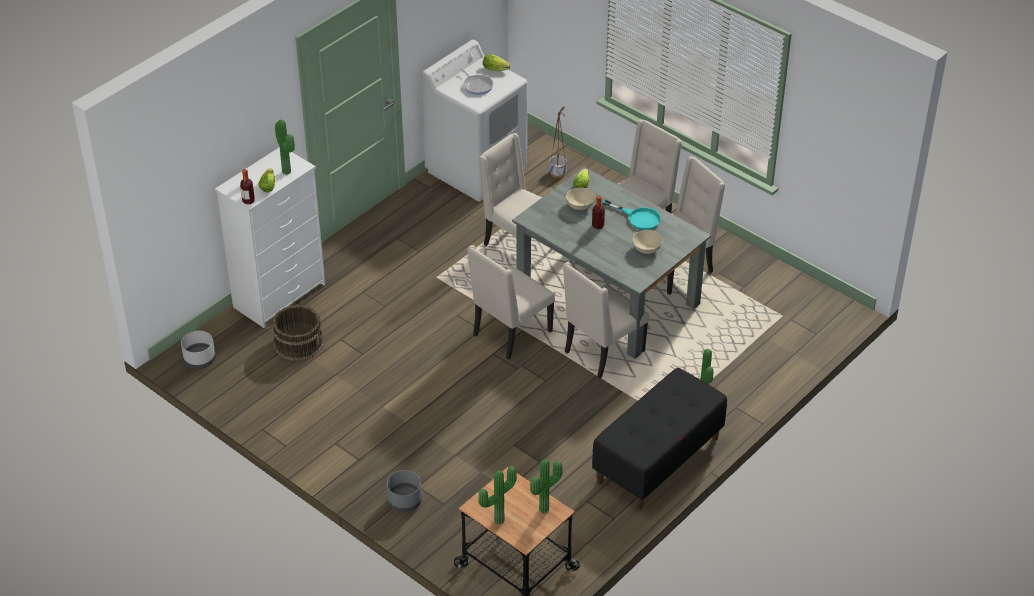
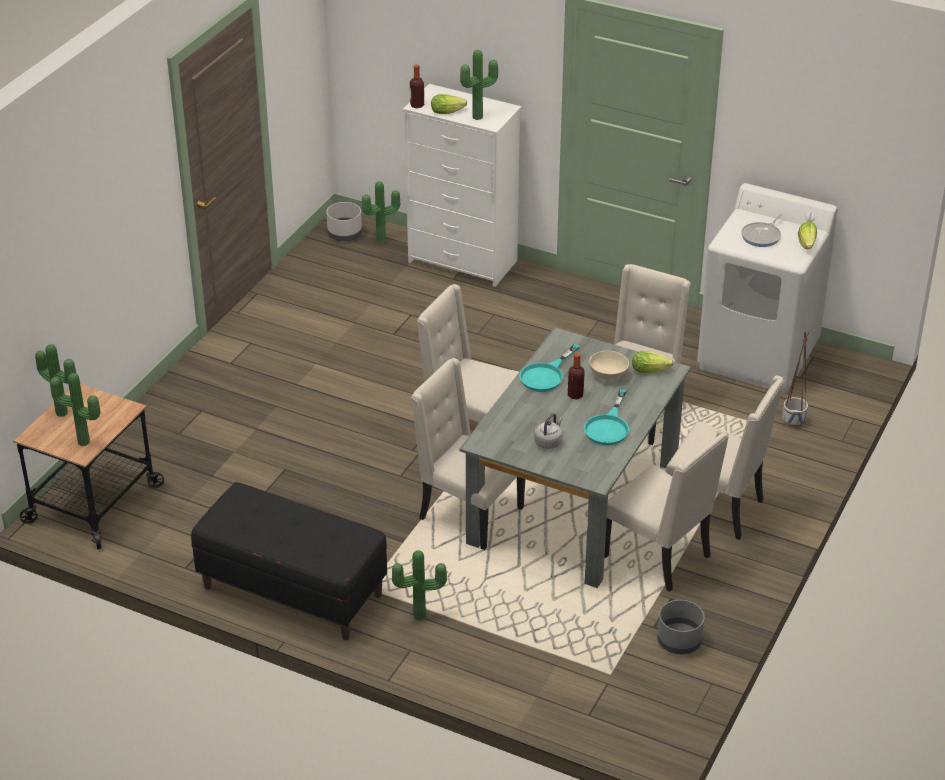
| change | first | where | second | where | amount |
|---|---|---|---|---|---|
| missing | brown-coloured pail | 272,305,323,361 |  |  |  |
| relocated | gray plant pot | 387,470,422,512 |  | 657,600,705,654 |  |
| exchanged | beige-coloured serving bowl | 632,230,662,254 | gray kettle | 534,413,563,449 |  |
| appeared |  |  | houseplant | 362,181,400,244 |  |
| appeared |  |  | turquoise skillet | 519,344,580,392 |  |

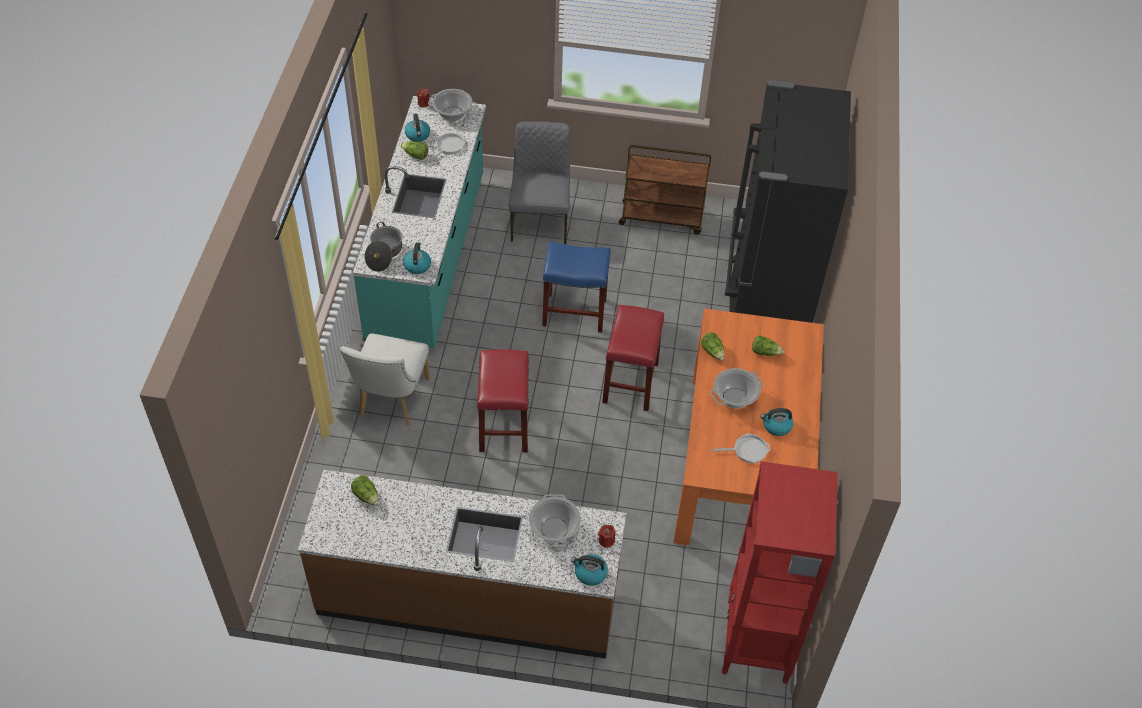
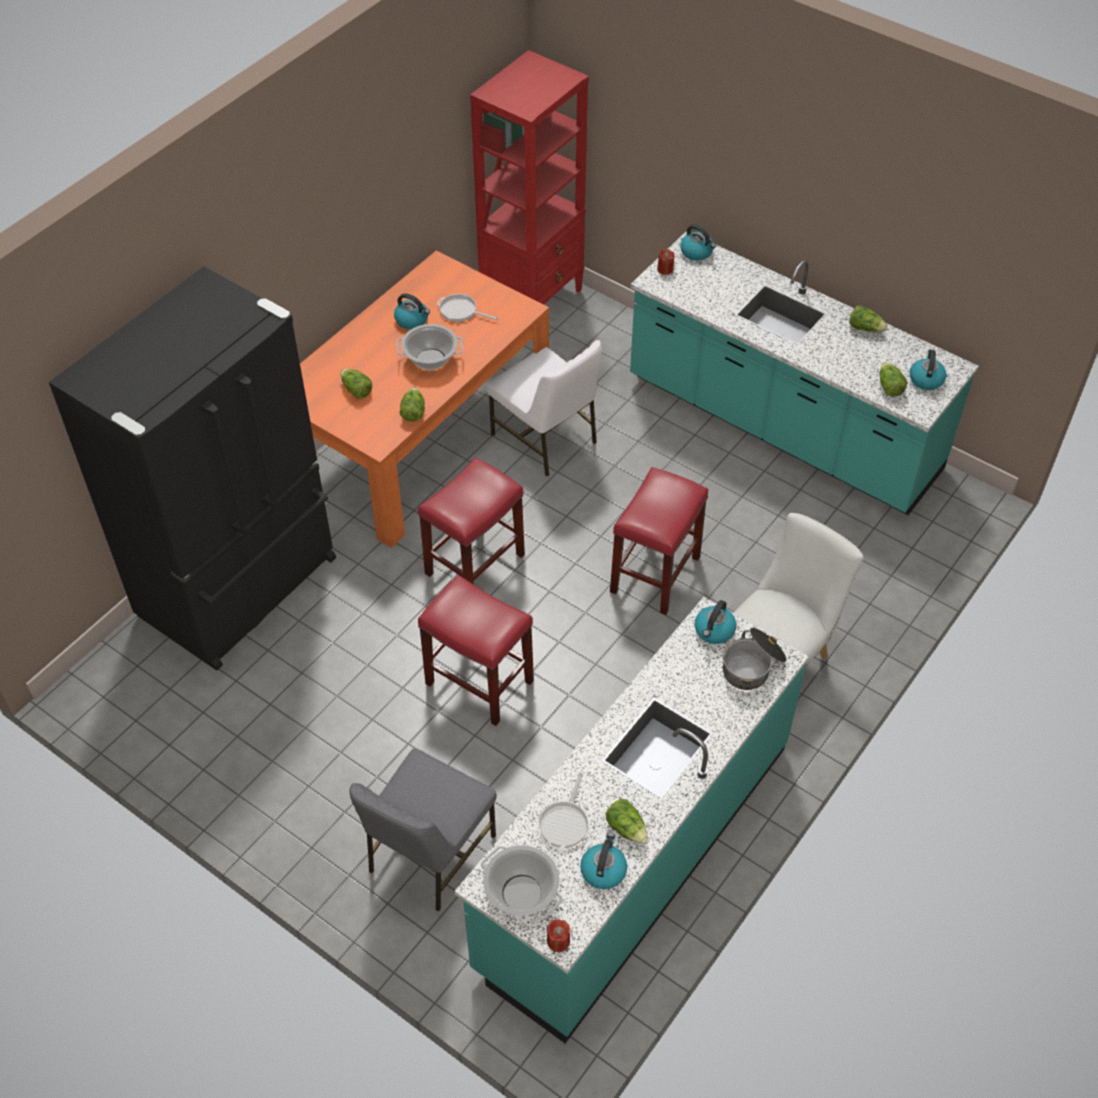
| change | first | where | second | where | amount |
|---|---|---|---|---|---|
| colour | brown-coloured kitchen counter | 298,470,626,659 | turquoise kitchen counter | 630,231,979,515 |  |
| spun | skillet | 429,133,465,163 |  | 538,773,589,850 | 45 degrees counterclockwise |
| missing | cooking pot | 529,494,581,547 |  |  |  |
| colour | blue-coloured stool | 542,242,611,333 | reddish stool | 418,575,534,726 |  |
| missing | brown-coloured wheeled cart | 619,145,711,235 |  |  |  |
| appeared |  |  | white plain chair | 486,340,602,476 |  |
| appeared |  |  | lettuce | 849,305,888,332 |  |
| appeared |  |  | kettle | 910,349,947,390 |  |

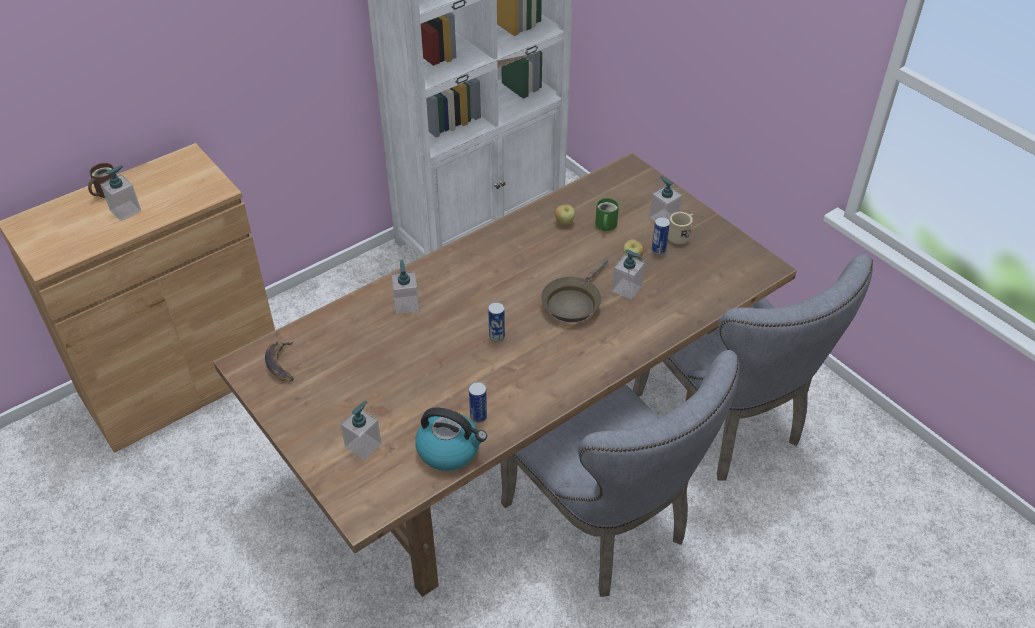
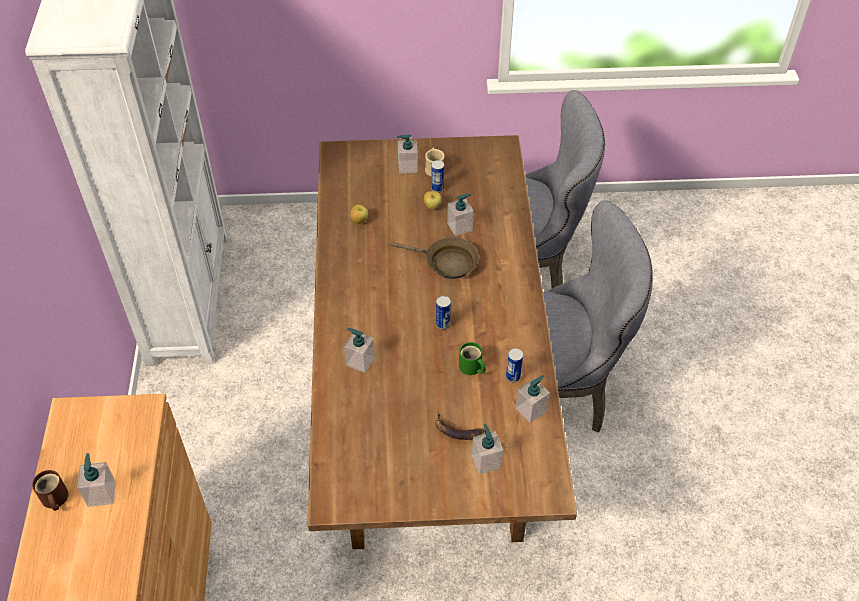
| change | first | where | second | where | amount |
|---|---|---|---|---|---|
| relocated | banana | 265,342,293,382 |  | 435,412,484,440 |  |
| exchanged | kettle | 415,407,487,471 | soap dispenser | 515,375,550,423 |  |
| spun | brown-coloured skillet | 541,258,609,322 |  | 390,237,479,279 | 45 degrees counterclockwise |
| relocated | green-coloured tea mug | 595,198,619,231 |  | 459,342,486,375 |  |

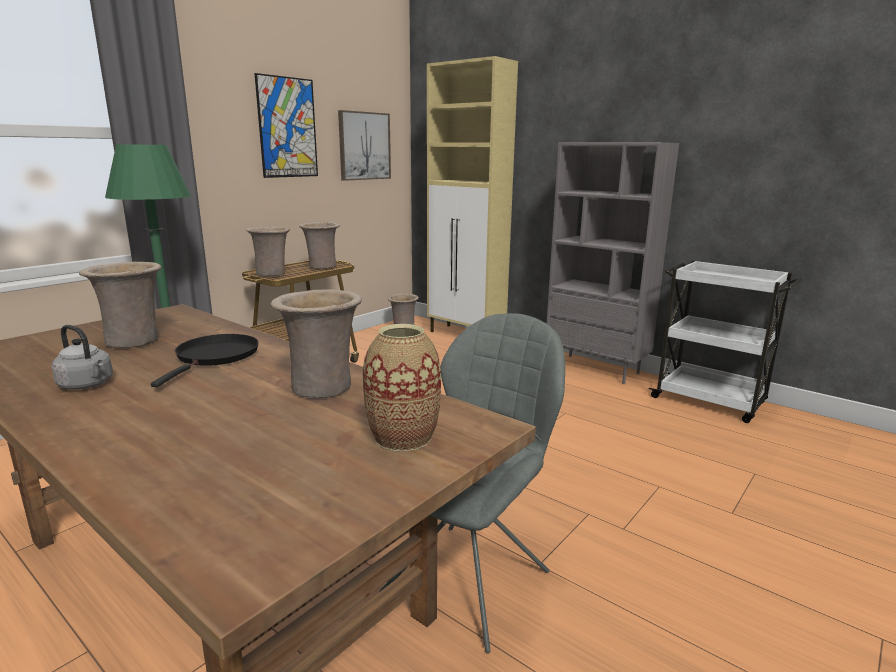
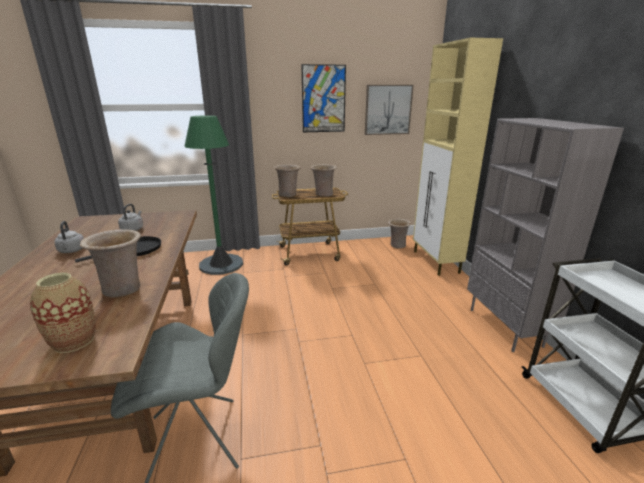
| change | first | where | second | where | amount |
|---|---|---|---|---|---|
| exchanged | beige-coloured flower vase | 79,262,162,348 | gray kettle | 118,204,143,231 |  |

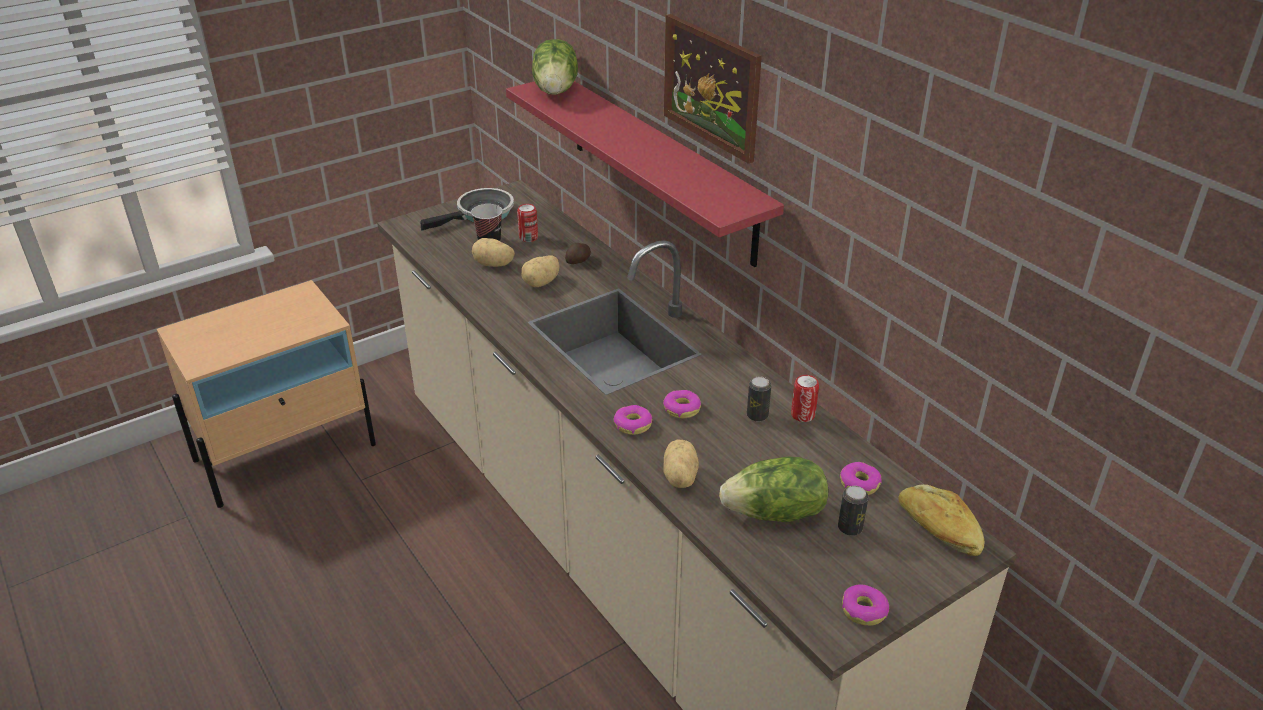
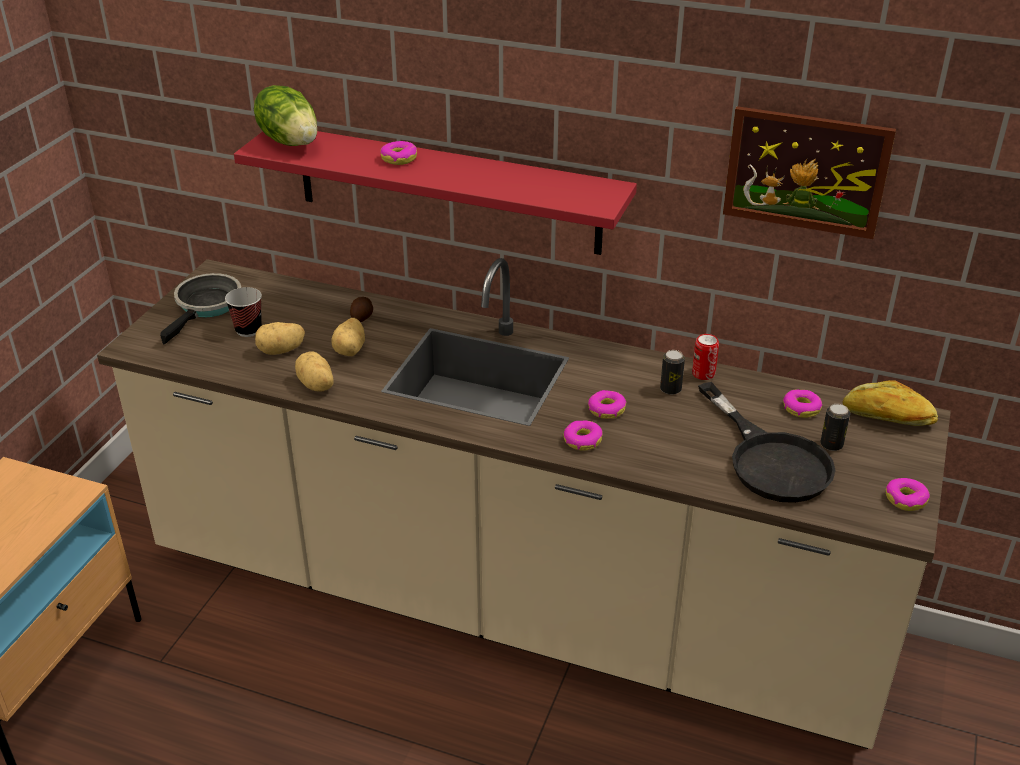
| change | first | where | second | where | amount |
|---|---|---|---|---|---|
| missing | sealed can | 517,204,538,242 |  |  |  |
| relocated | whole potato | 663,439,699,488 |  | 295,352,334,392 |  |
| relocated | wall art | 664,14,762,164 |  | 723,106,896,239 |  |
| exchanged | lettuce | 719,457,828,522 | black-coloured skillet | 698,382,836,503 |  |
| appeared |  |  | doughnut | 380,141,417,165 |  |

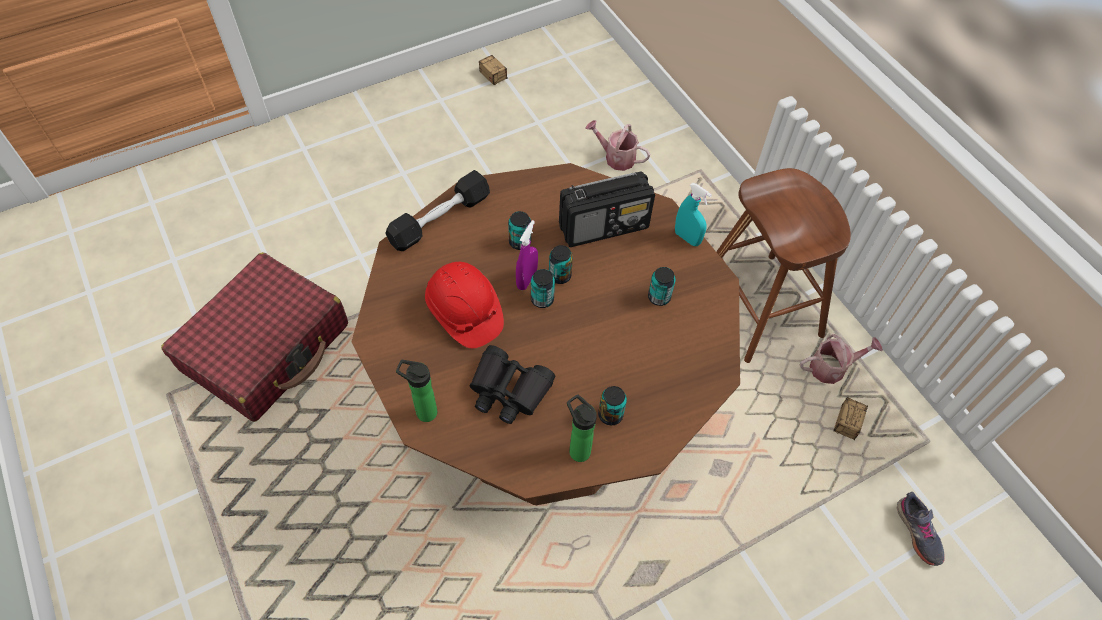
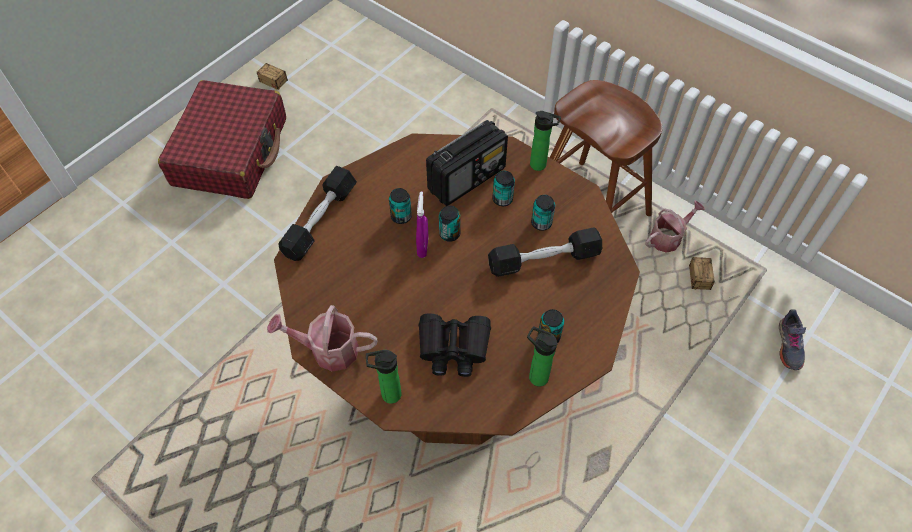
| change | first | where | second | where | amount |
|---|---|---|---|---|---|
| relocated | reddish piece of luggage | 161,252,348,422 |  | 158,80,286,199 |  |
| missing | reddish hard hat | 425,262,504,348 |  |  |  |
| relocated | sealed can | 531,269,555,308 |  | 493,171,515,206 |  |
| relocated | sprinkling can | 585,120,650,171 |  | 267,305,377,372 |  |
| exchanged | turquoise sprayer | 675,183,712,246 | drink bottle | 530,111,561,171 |  |
| spun | gray item of footwear | 897,492,945,566 |  | 779,310,806,370 | 45 degrees clockwise |
| appeared |  |  | black-coloured hand weight | 488,227,602,277 |  |

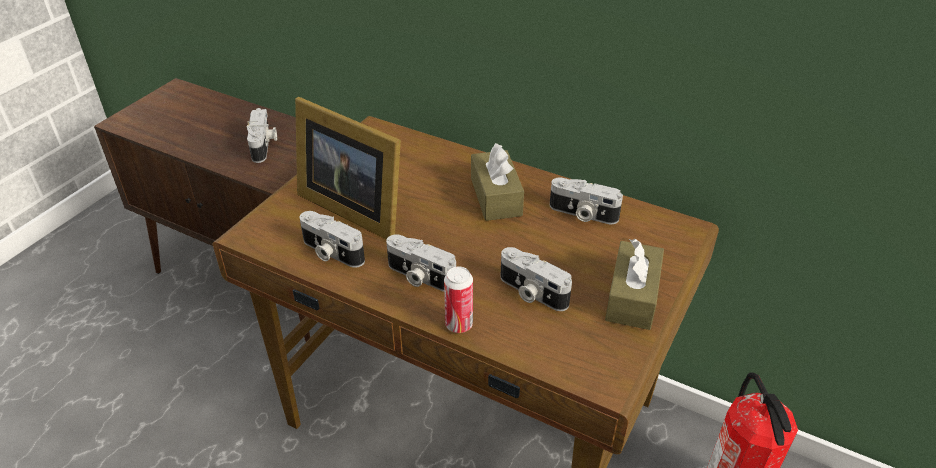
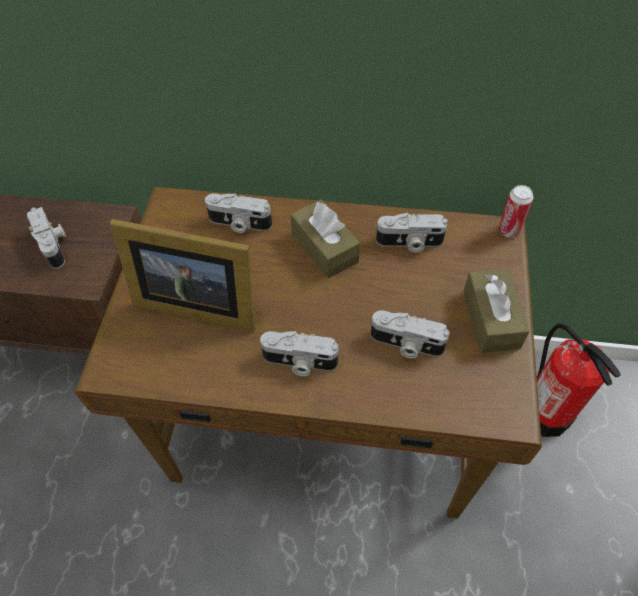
| change | first | where | second | where | amount |
|---|---|---|---|---|---|
| relocated | still camera | 299,211,365,268 |  | 205,193,272,233 |  |
| relocated | sealed can | 444,266,473,333 |  | 498,185,533,238 |  |

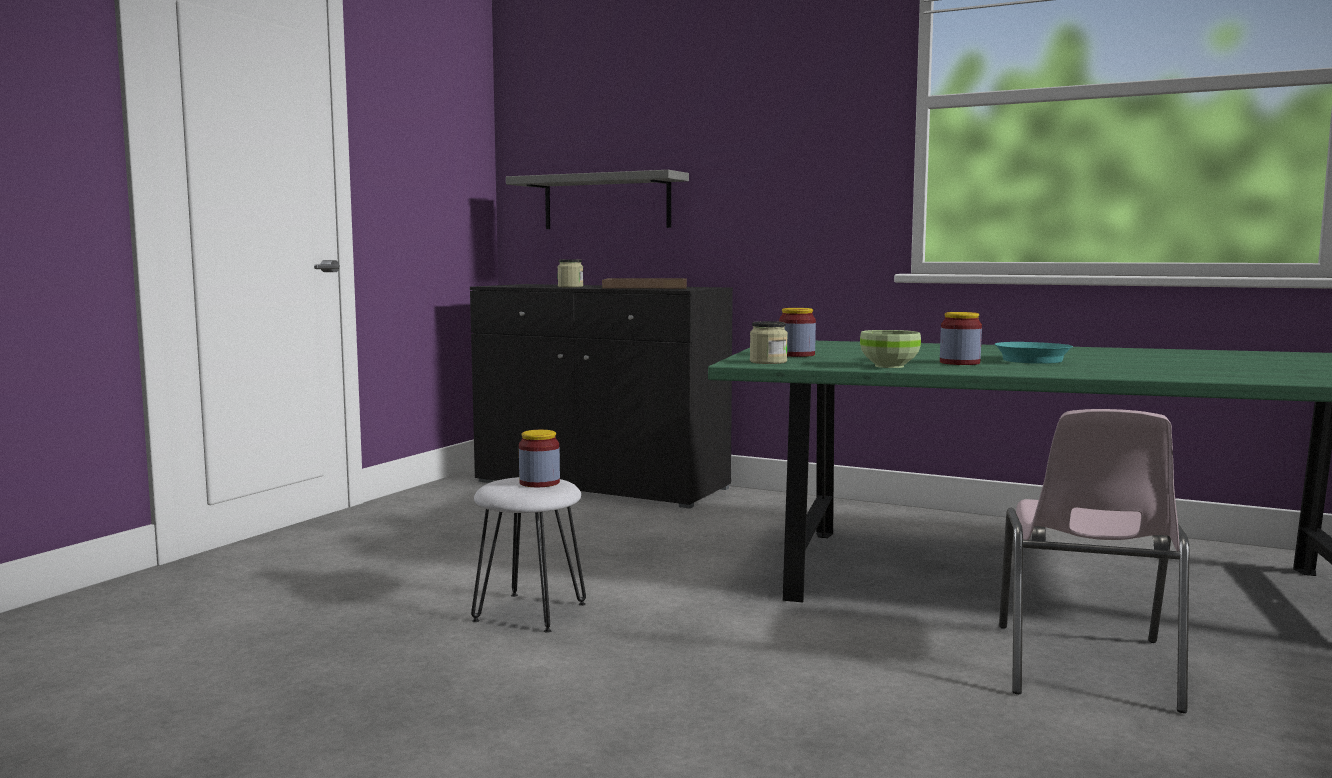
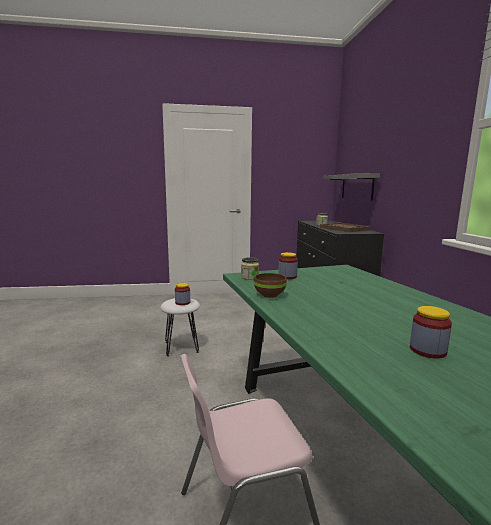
| change | first | where | second | where | amount |
|---|---|---|---|---|---|
| colour | green-coloured serving bowl | 860,330,921,368 | brown-coloured serving bowl | 254,273,287,298 |  |
| relocated | storage jar | 940,312,982,365 |  | 410,306,452,358 |  |
| missing | turquoise skillet | 995,342,1073,364 |  |  |  |

